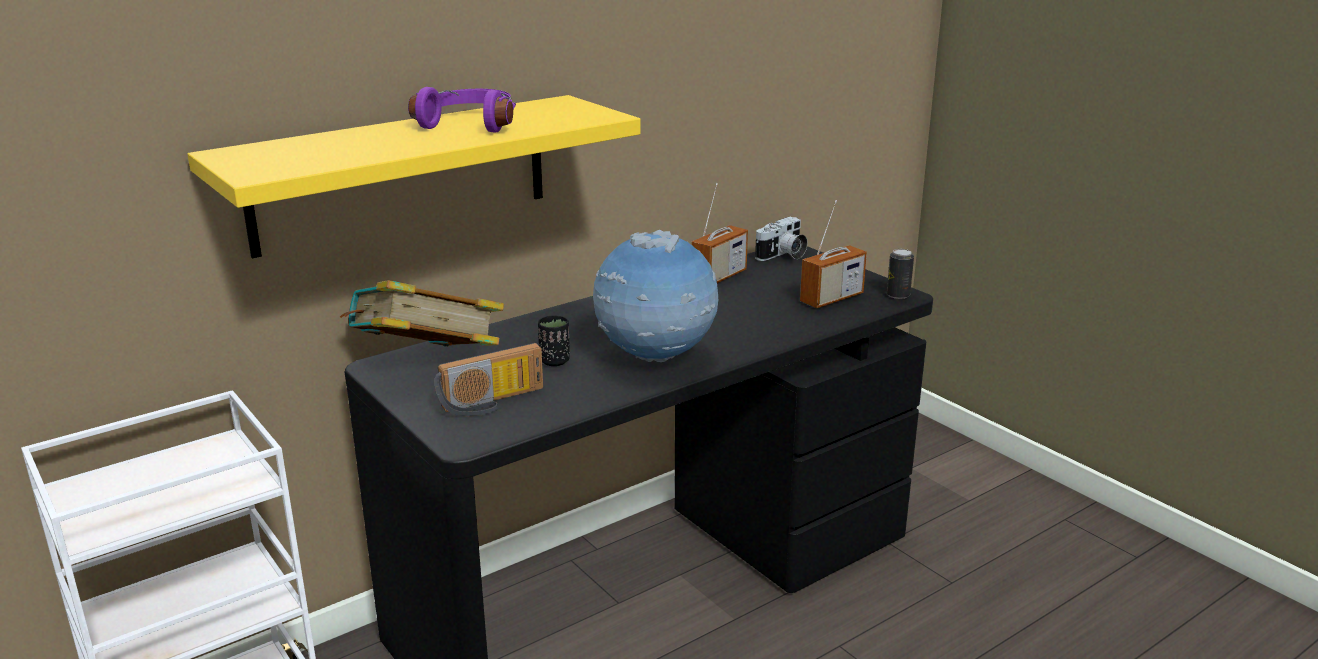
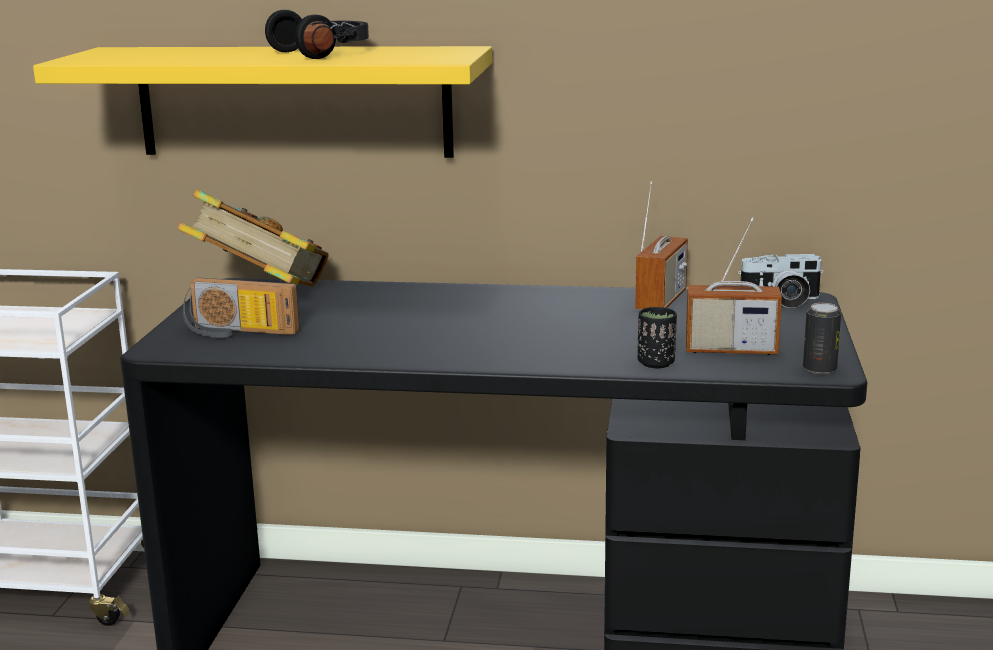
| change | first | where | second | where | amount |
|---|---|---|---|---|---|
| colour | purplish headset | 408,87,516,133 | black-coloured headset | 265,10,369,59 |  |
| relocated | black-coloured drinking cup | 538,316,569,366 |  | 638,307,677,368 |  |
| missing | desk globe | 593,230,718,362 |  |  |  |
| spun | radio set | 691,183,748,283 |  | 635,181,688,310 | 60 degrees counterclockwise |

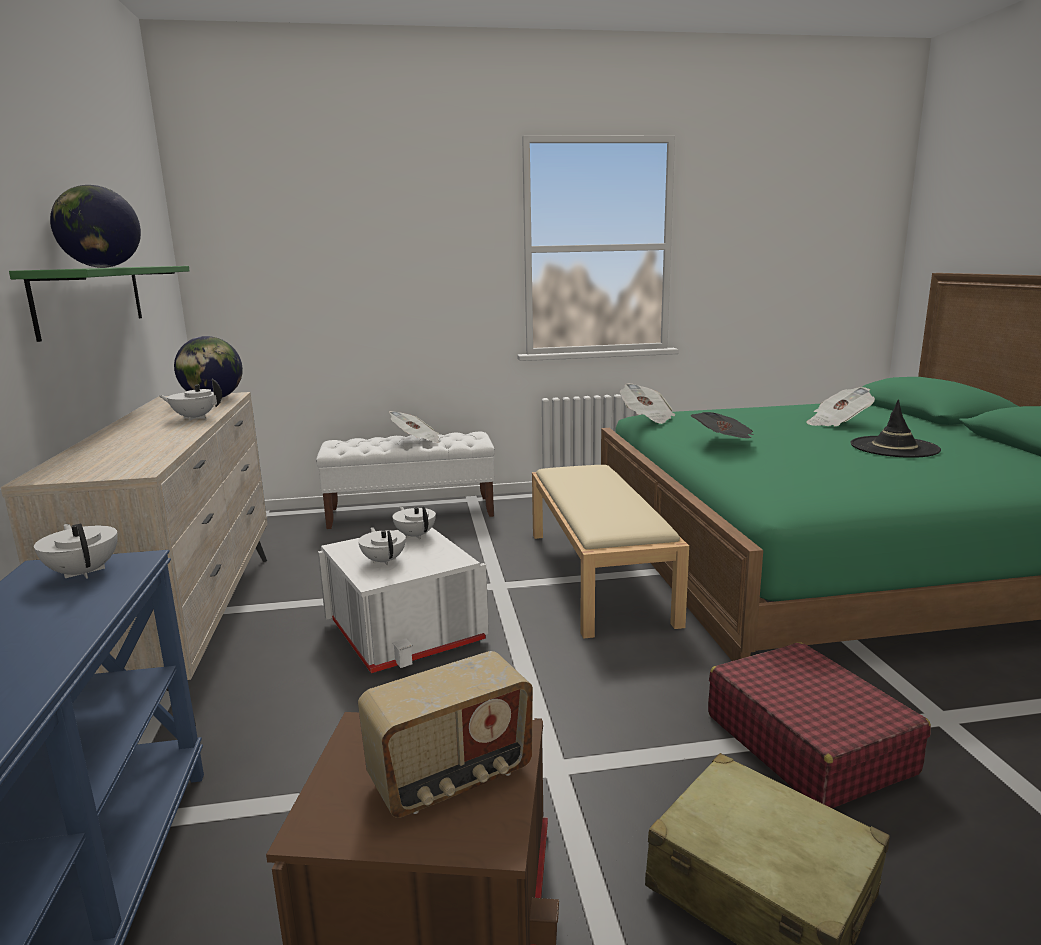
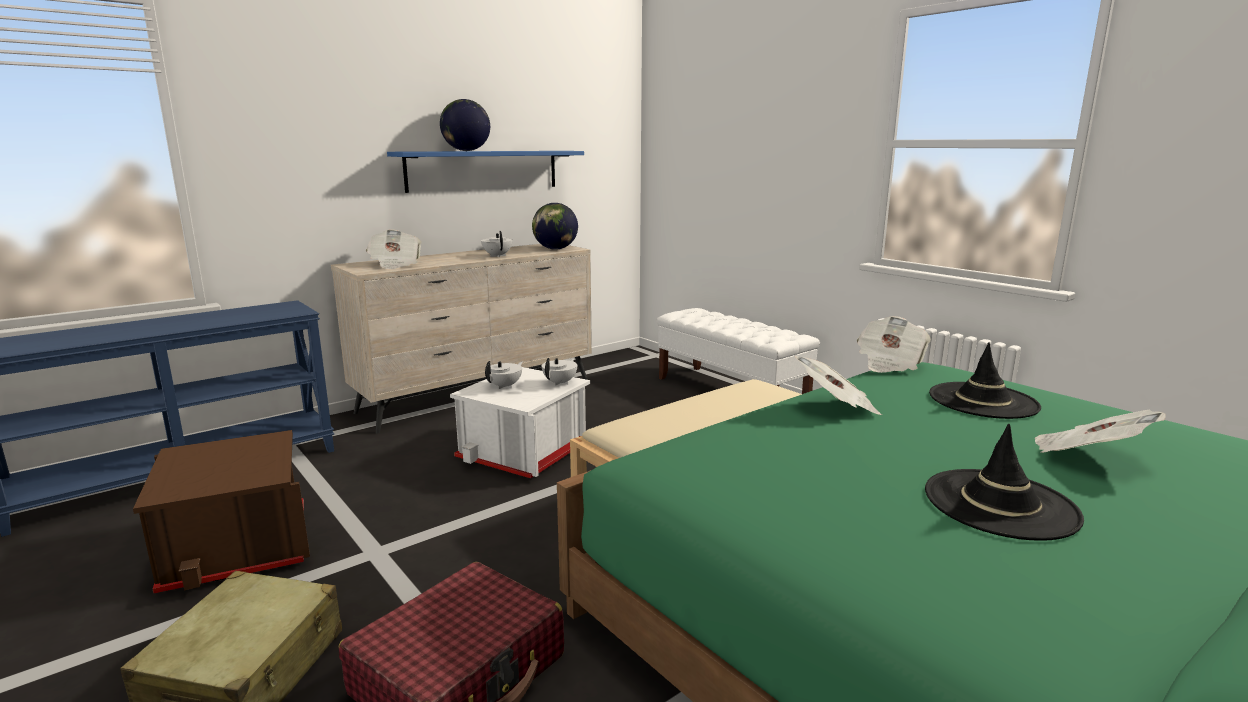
| change | first | where | second | where | amount |
|---|---|---|---|---|---|
| colour | green-coloured bracket shelf | 9,266,190,342 | blue-coloured bracket shelf | 387,151,584,193 |  |
| missing | white tea pot | 34,524,118,579 |  |  |  |
| missing | radio set | 358,651,533,818 |  |  |  |
| relocated | printed paper | 389,411,439,443 |  | 366,229,421,269 |  |
| appeared |  |  | black-coloured hat | 929,343,1041,419 |  |

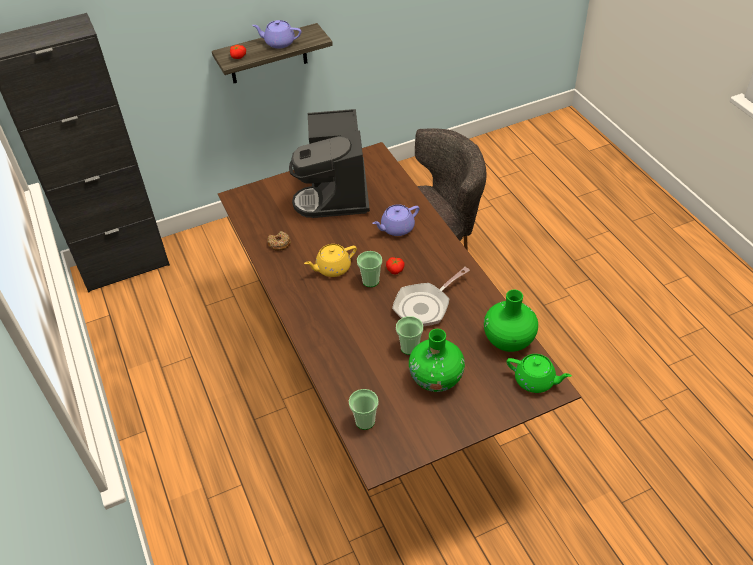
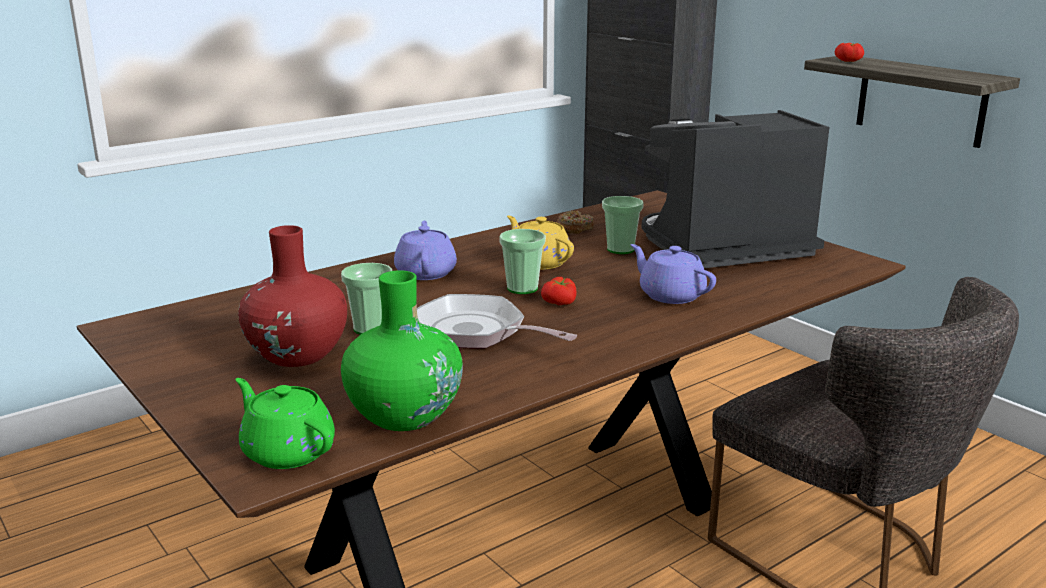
| change | first | where | second | where | amount |
|---|---|---|---|---|---|
| relocated | purplish tea pot | 252,20,301,48 |  | 394,221,457,280 |  |
| relocated | drinking cup | 349,389,379,430 |  | 602,196,644,254 |  |
| colour | green-coloured flower vase | 409,329,465,392 | reddish flower vase | 238,225,347,367 |  |
| spun | green-coloured tea pot | 507,354,572,393 |  | 235,378,335,469 | 120 degrees clockwise |

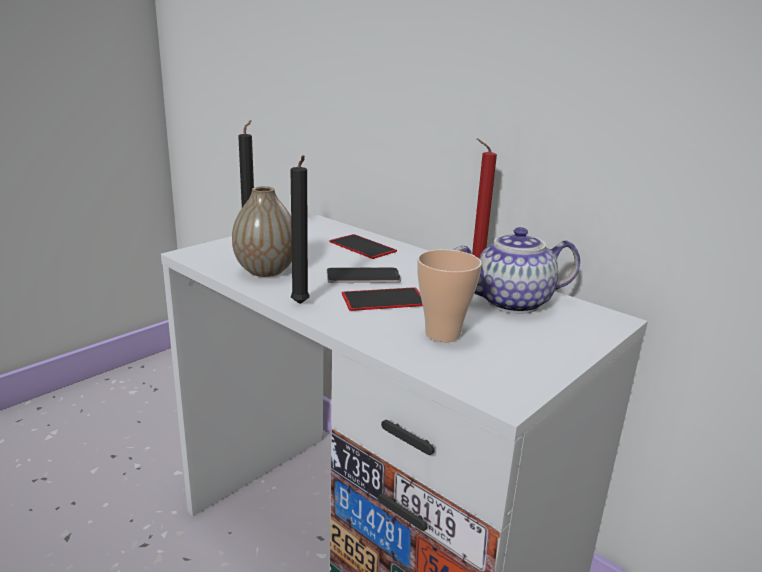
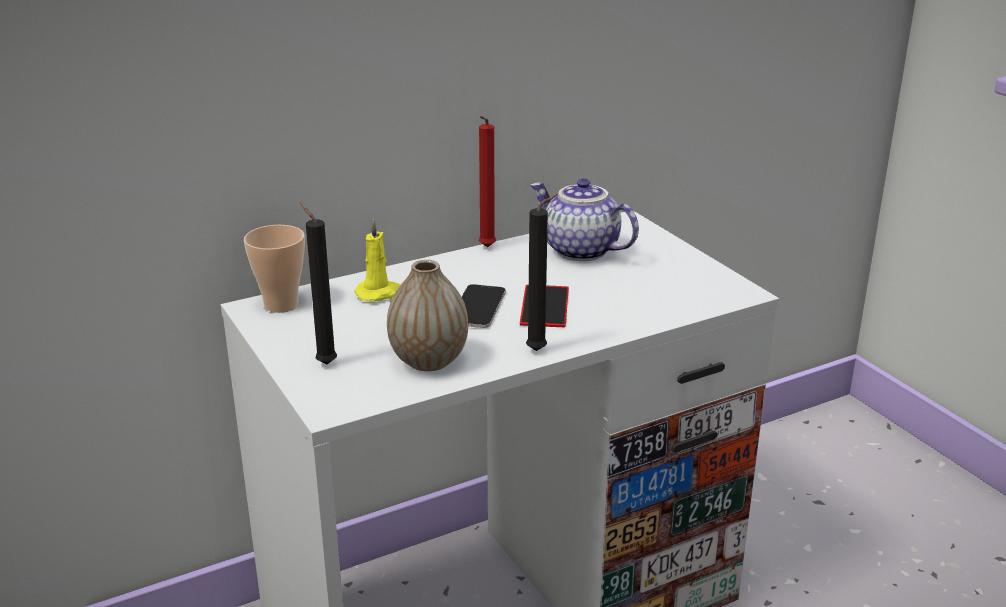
| change | first | where | second | where | amount |
|---|---|---|---|---|---|
| exchanged | phone | 330,234,397,259 | yellow wax candle | 354,219,401,301 |  |
| relocated | drinking cup | 417,249,482,342 |  | 244,225,305,313 |  |
| spun | tea pot | 454,227,580,314 |  | 530,178,639,261 | 120 degrees clockwise |

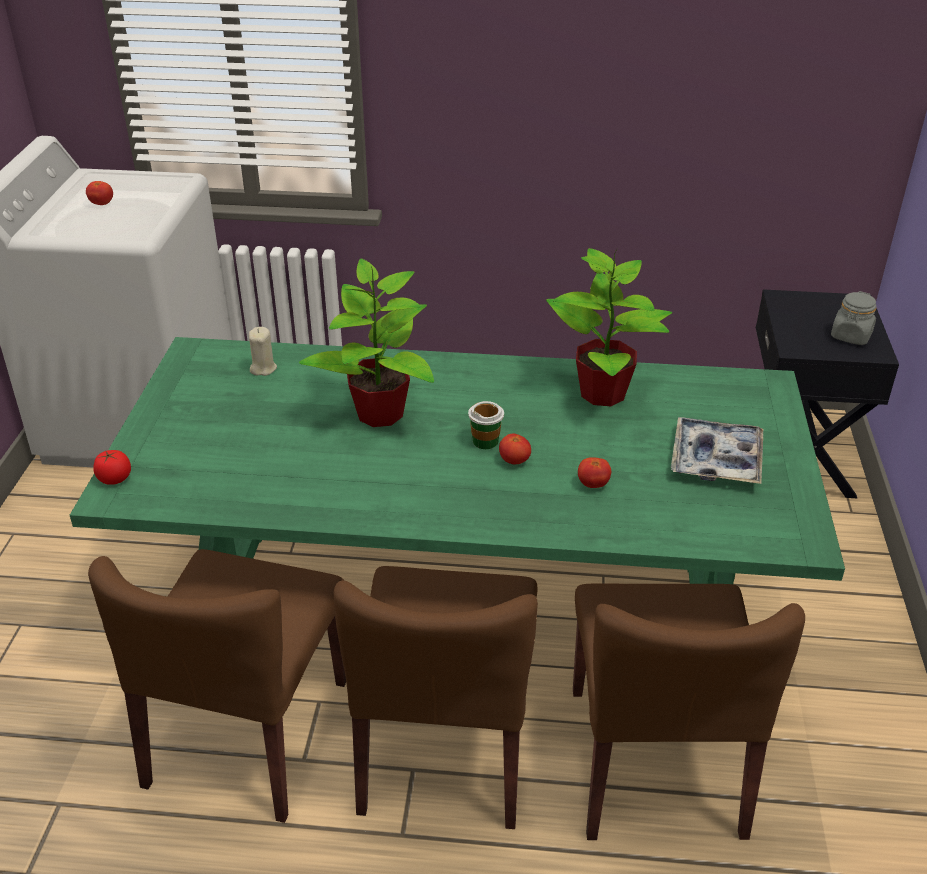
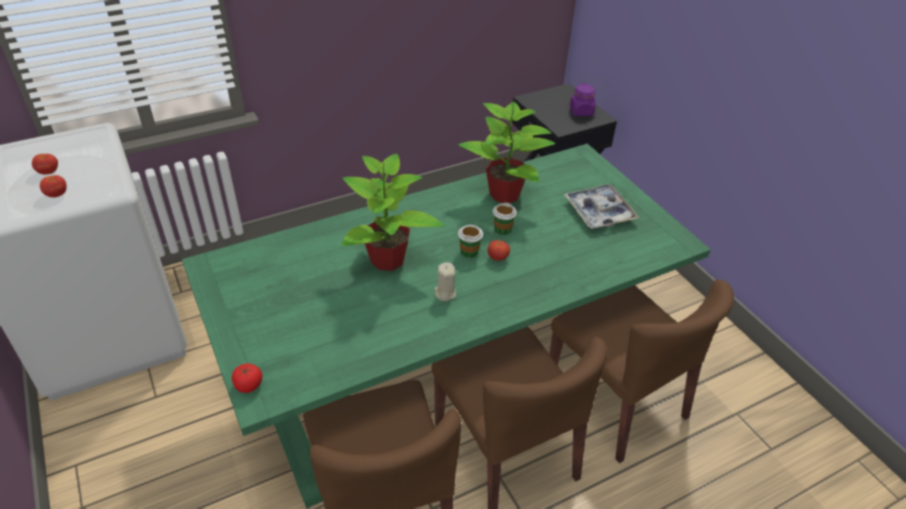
| change | first | where | second | where | amount |
|---|---|---|---|---|---|
| relocated | beige-coloured wax candle | 249,327,277,376 |  | 434,262,456,301 |  |
| relocated | tomato | 578,457,611,488 |  | 40,175,67,197 |  |
| colour | gray storage jar | 831,291,876,345 | purplish storage jar | 570,84,596,116 |  |
| appeared |  |  | drinking cup | 493,203,517,235 |  |

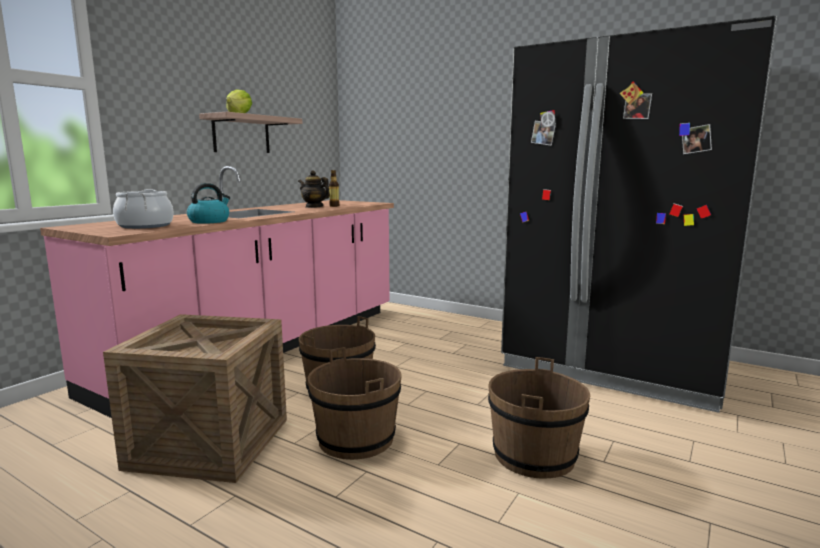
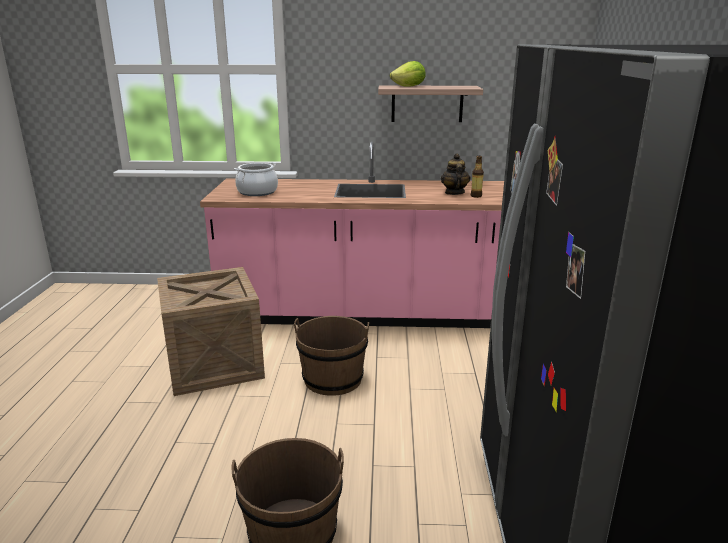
| change | first | where | second | where | amount |
|---|---|---|---|---|---|
| missing | kettle | 187,183,230,224 |  |  |  |
| missing | brown-coloured pail | 308,347,401,460 |  |  |  |

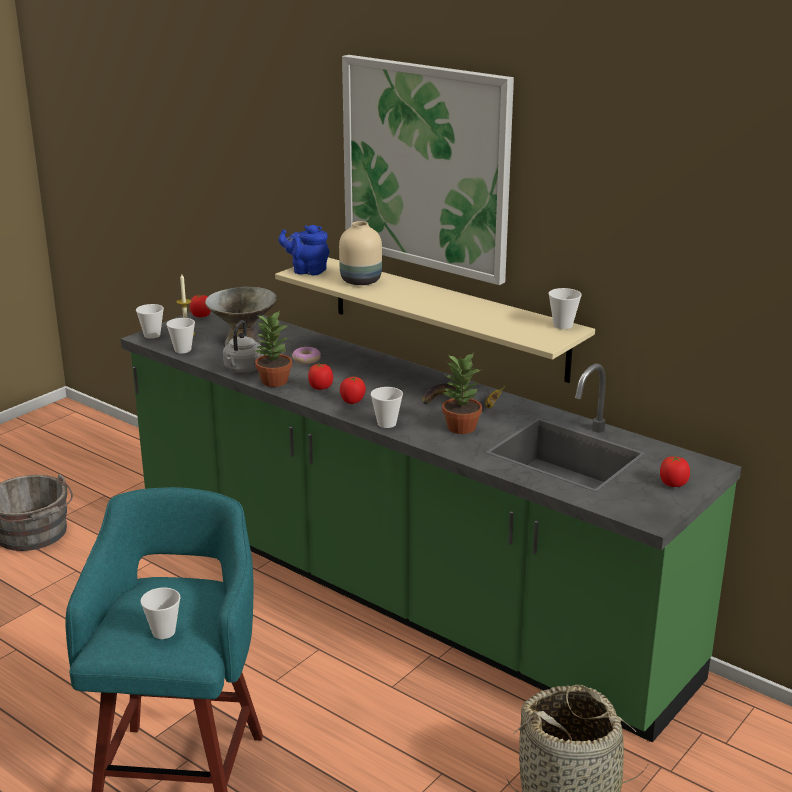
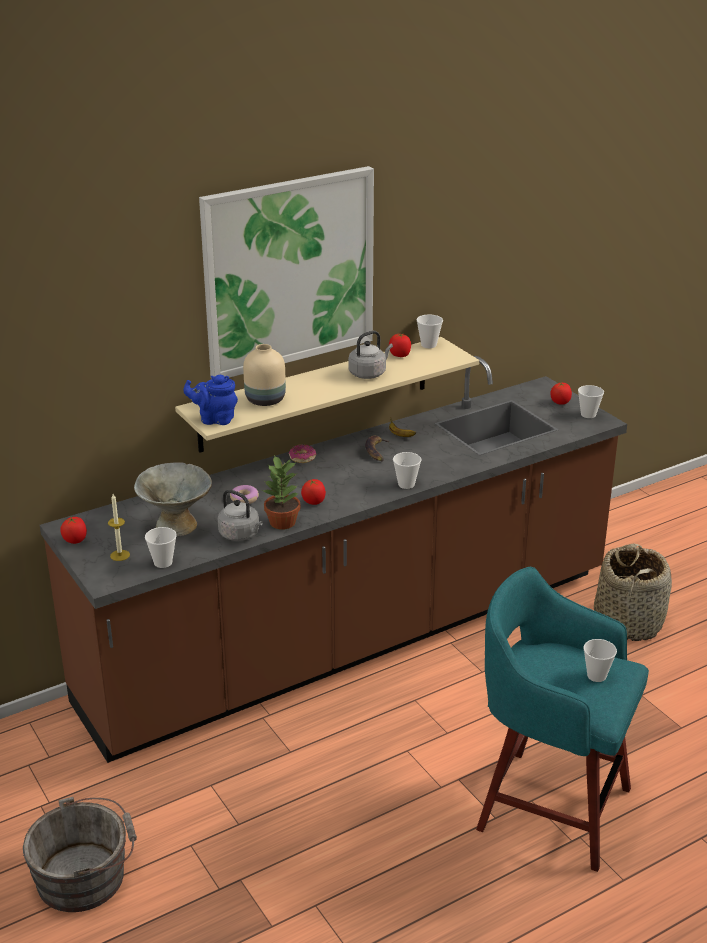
| change | first | where | second | where | amount |
|---|---|---|---|---|---|
| colour | green-coloured kitchen counter | 121,312,741,743 | brown-coloured kitchen counter | 40,356,627,763 |  |
| relocated | drinking cup | 136,304,164,339 |  | 578,385,604,418 |  |
| spun | blue-coloured tea pot | 278,225,330,275 |  | 183,375,238,425 | 60 degrees clockwise |
| relocated | tomato | 340,377,366,404 |  | 389,334,411,357 |  |
| missing | houseplant | 442,353,482,434 |  |  |  |
| appeared |  |  | doughnut | 289,445,316,463 |  |
| appeared |  |  | gray kettle | 348,331,393,379 |  |

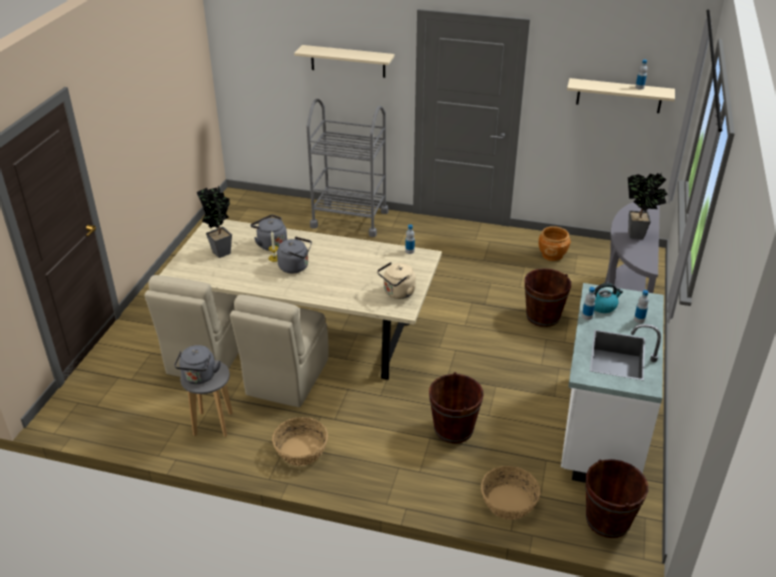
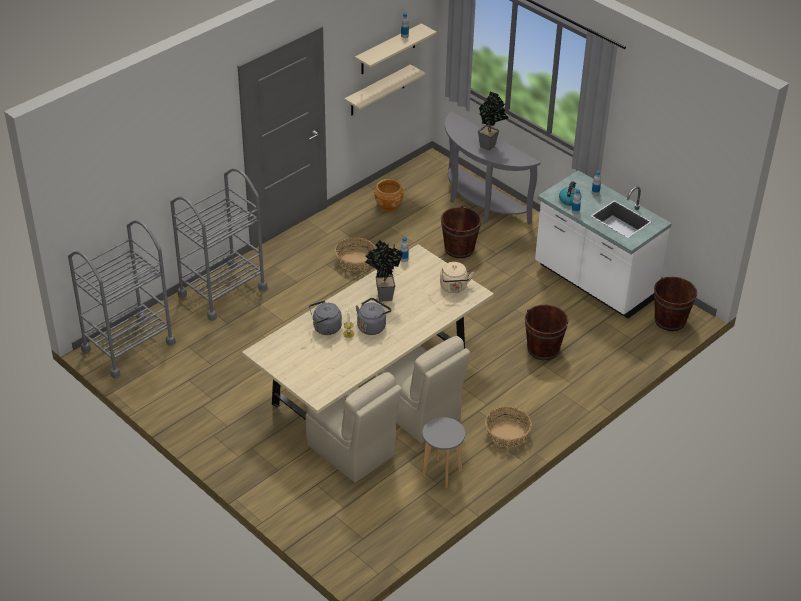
| change | first | where | second | where | amount |
|---|---|---|---|---|---|
| missing | gray kettle | 174,345,221,384 |  |  |  |
| relocated | houseplant | 197,186,232,258 |  | 365,240,403,302 |  |
| relocated | beige-coloured bracket shelf | 294,45,395,78 |  | 344,64,426,115 |  |
| relocated | basket | 481,466,541,520 |  | 335,237,375,271 |  |
| appeared |  |  | gray wheeled cart | 68,220,176,378 |  |

